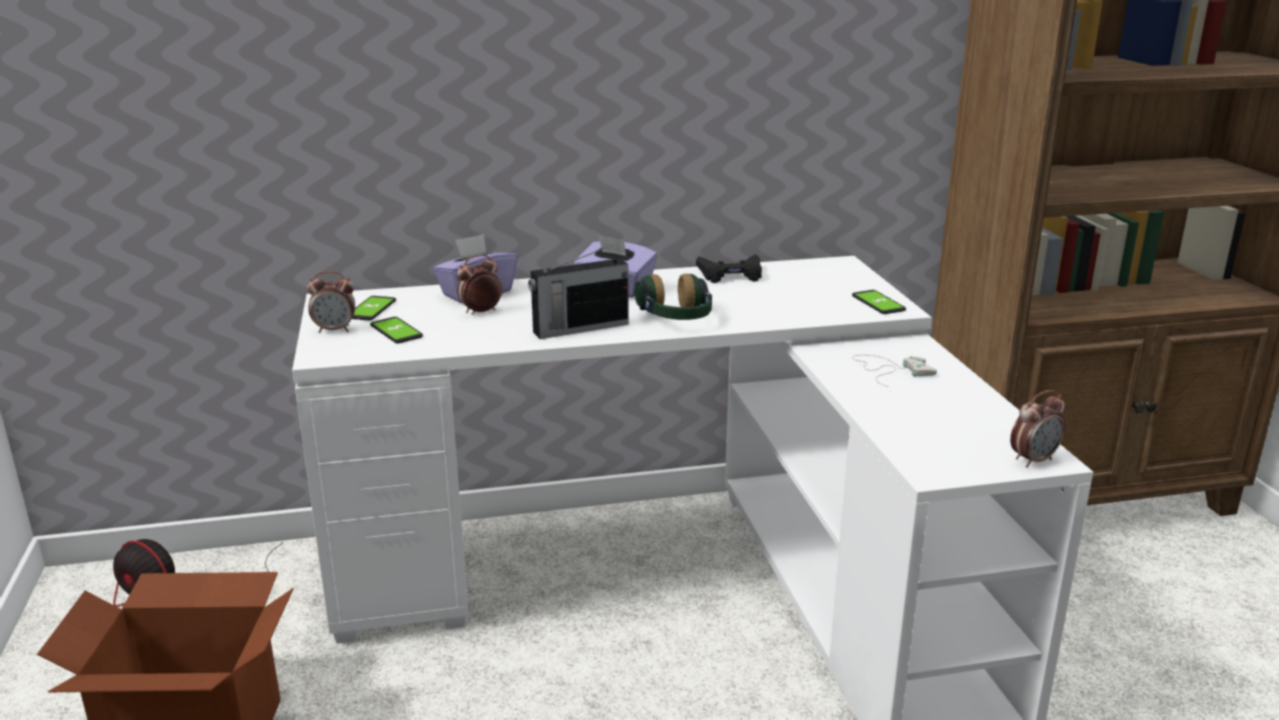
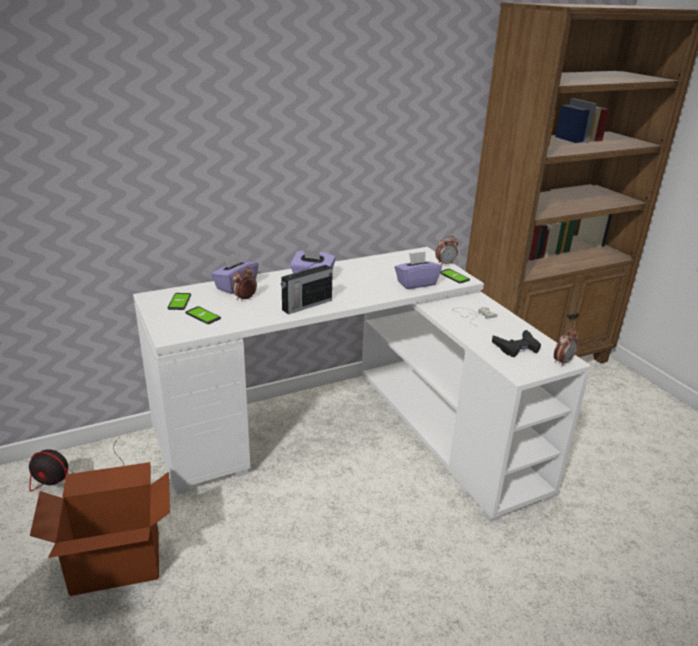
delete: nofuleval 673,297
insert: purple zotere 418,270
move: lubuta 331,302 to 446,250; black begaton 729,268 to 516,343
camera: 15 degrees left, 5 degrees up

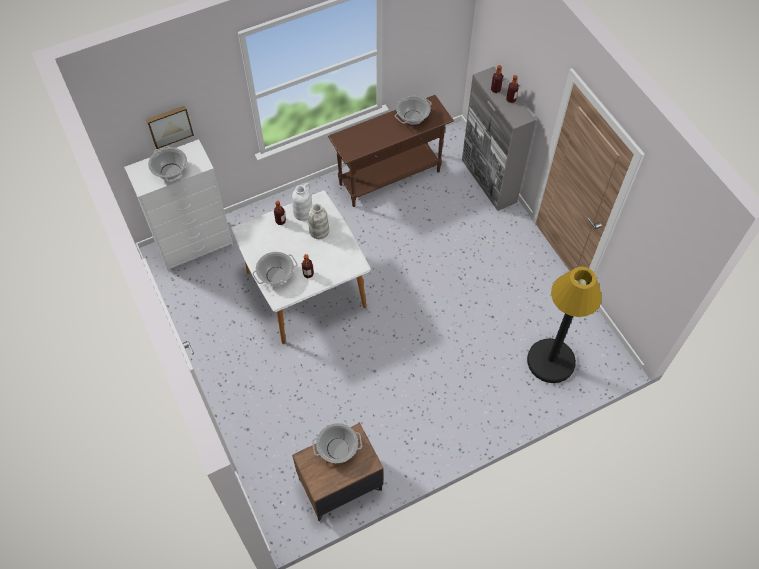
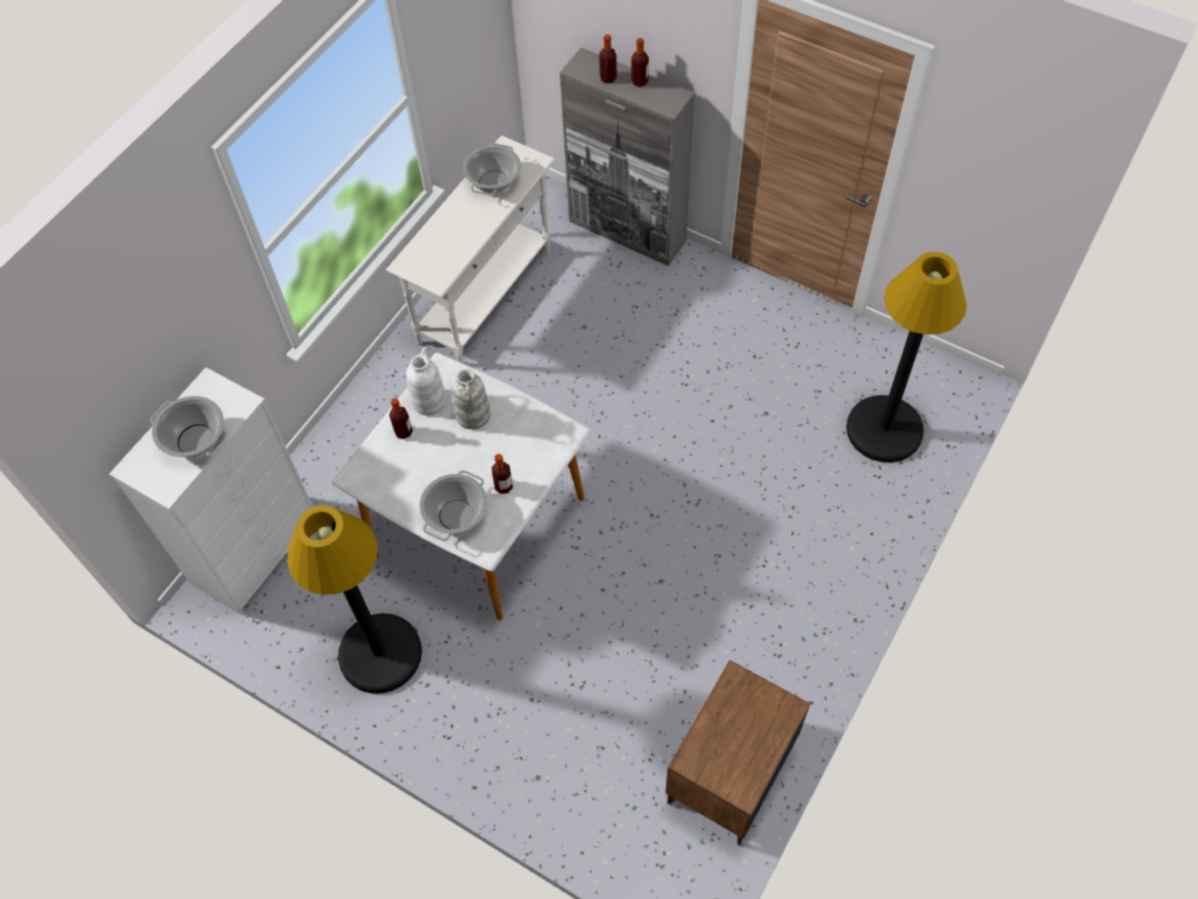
delete: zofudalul 170,127; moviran 337,443
insert: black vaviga 354,599
recolor: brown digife 391,151 to white digife 471,249
camera: 30 degrees left, 0 degrees up

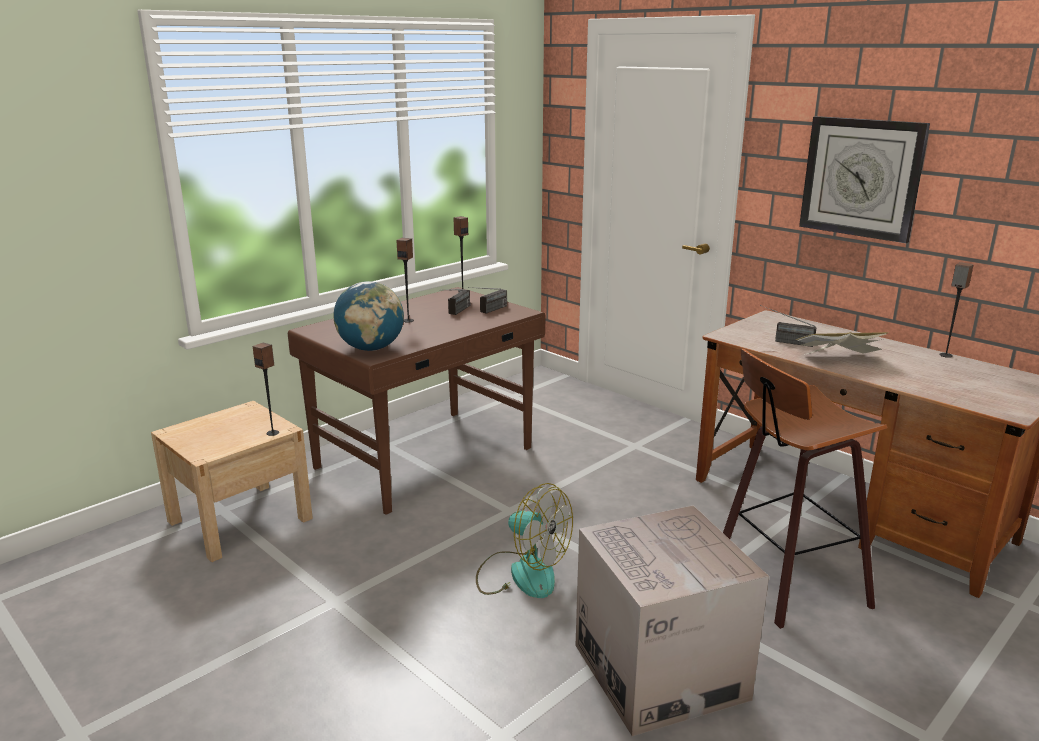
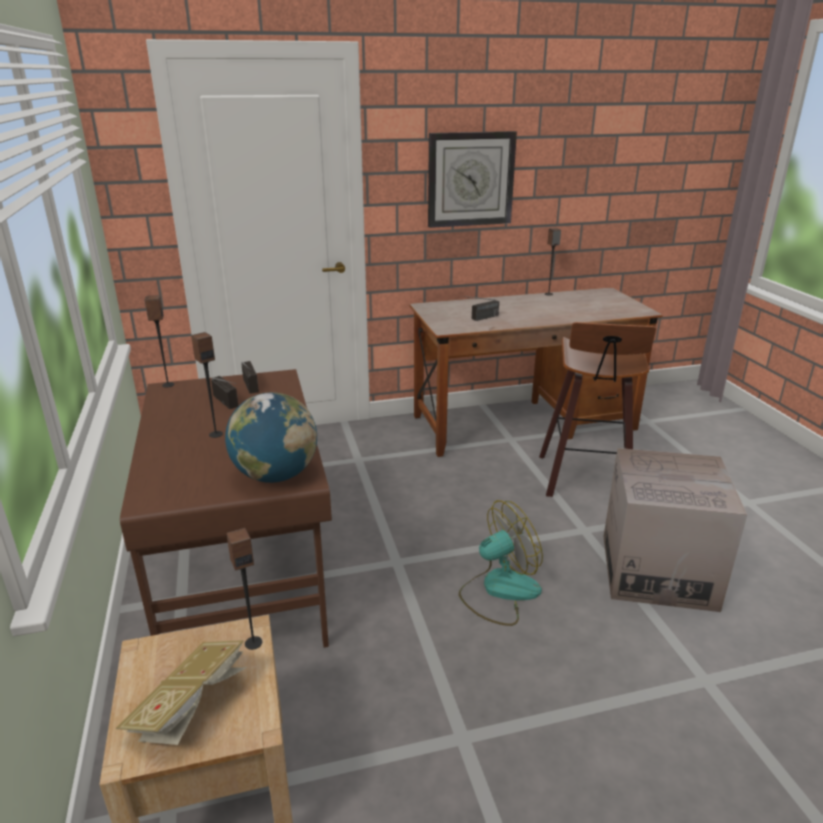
move: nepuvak 841,343 to 181,692
camera: 60 degrees left, 5 degrees up

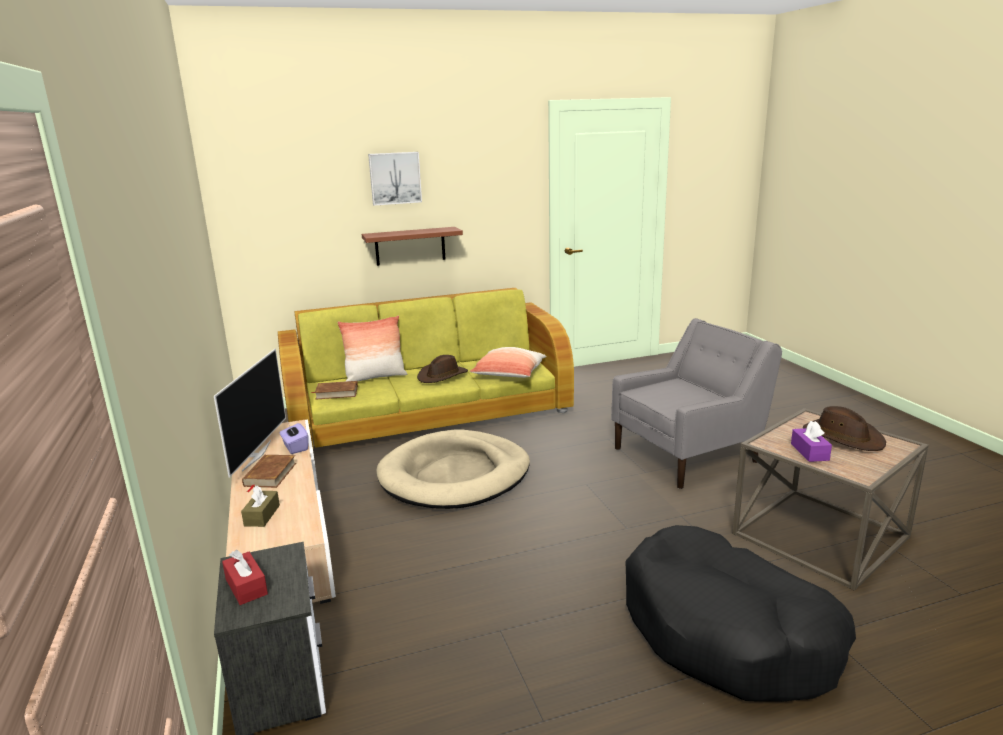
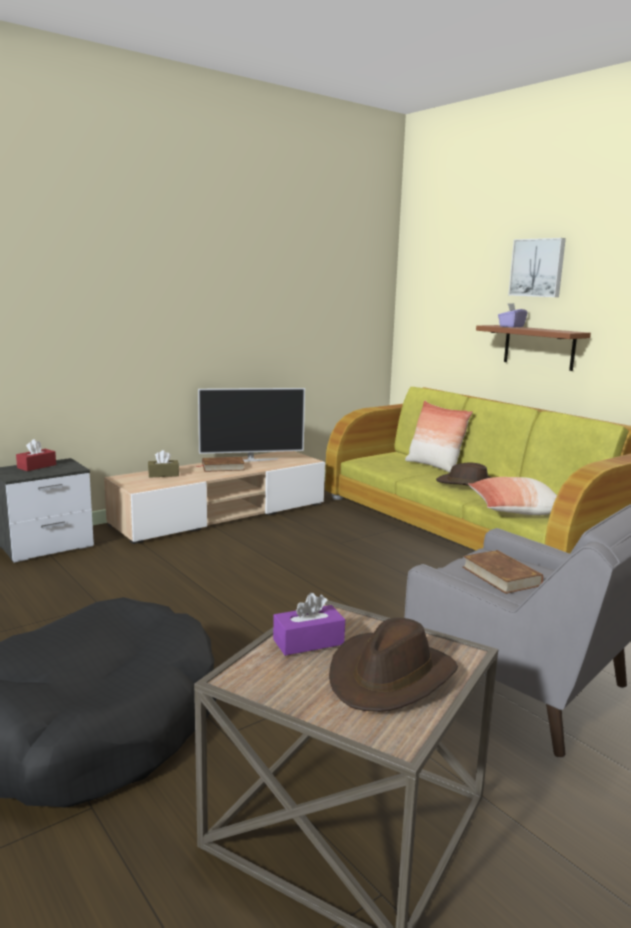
delete: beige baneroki 453,469
move: purple zotere 294,438 to 513,315; brown nepuvak 335,390 to 503,572
camera: 70 degrees right, 5 degrees down

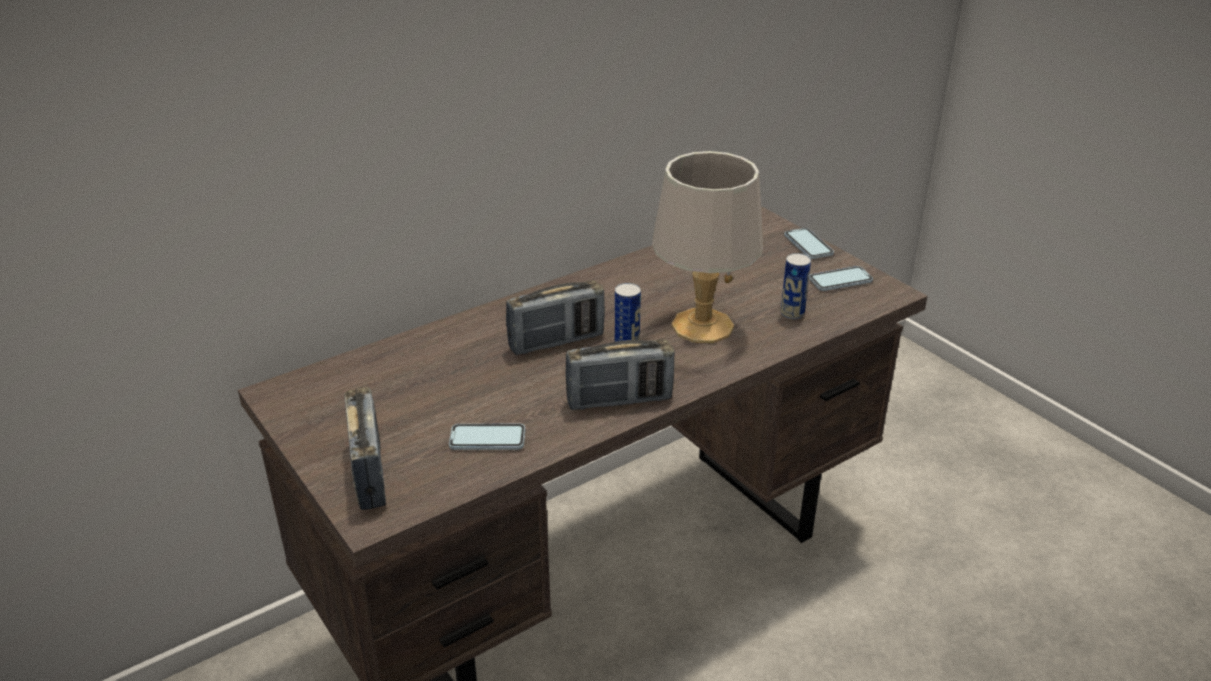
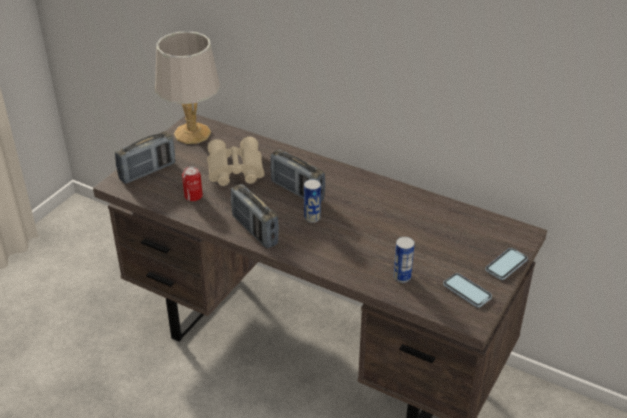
insert: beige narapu 235,161
move: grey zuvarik 707,247 to 187,87
replace: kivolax 487,437 to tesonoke 192,183
camera: 65 degrees right, 5 degrees up

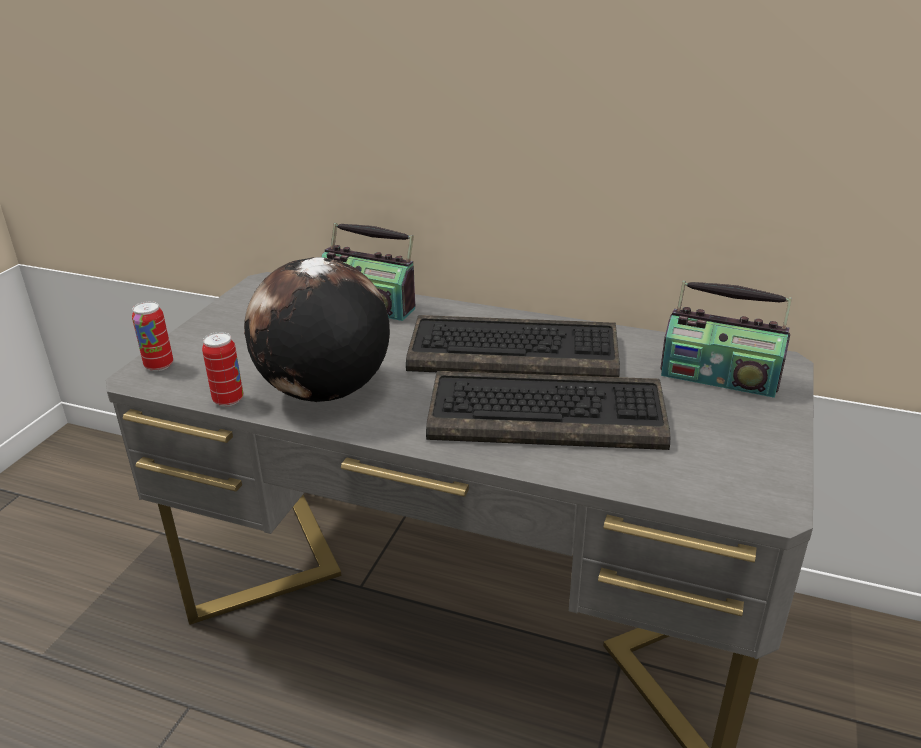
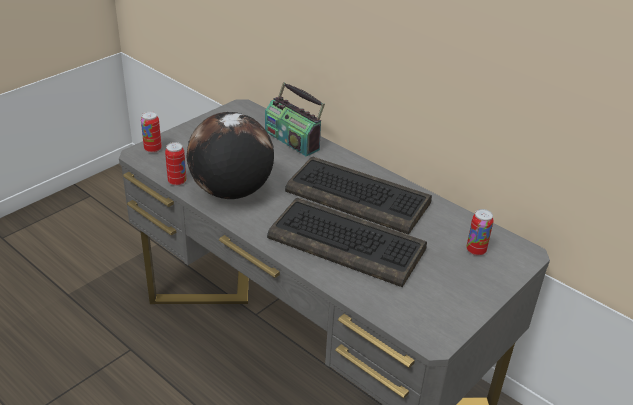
replace: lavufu 726,339 to tesonoke 480,232
camera: 20 degrees right, 5 degrees up

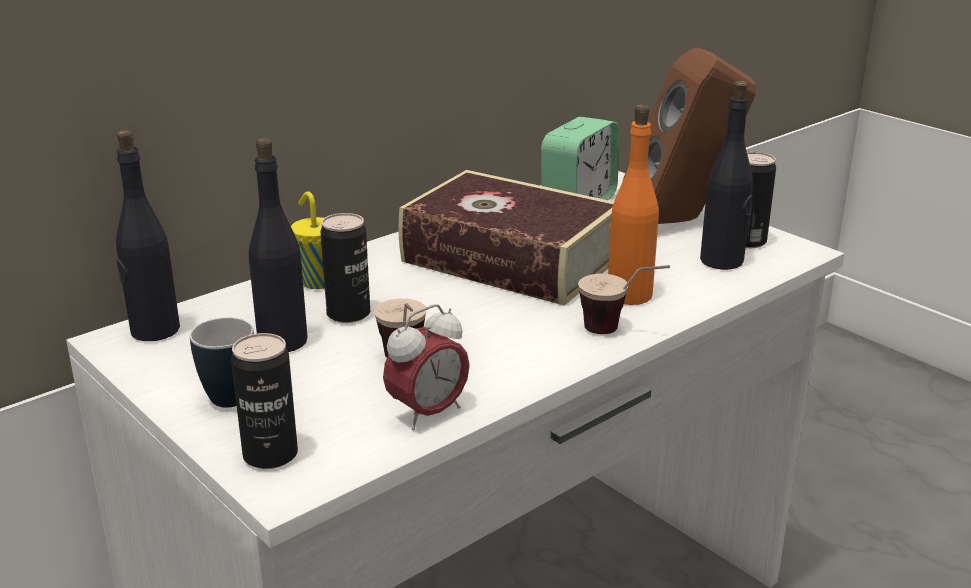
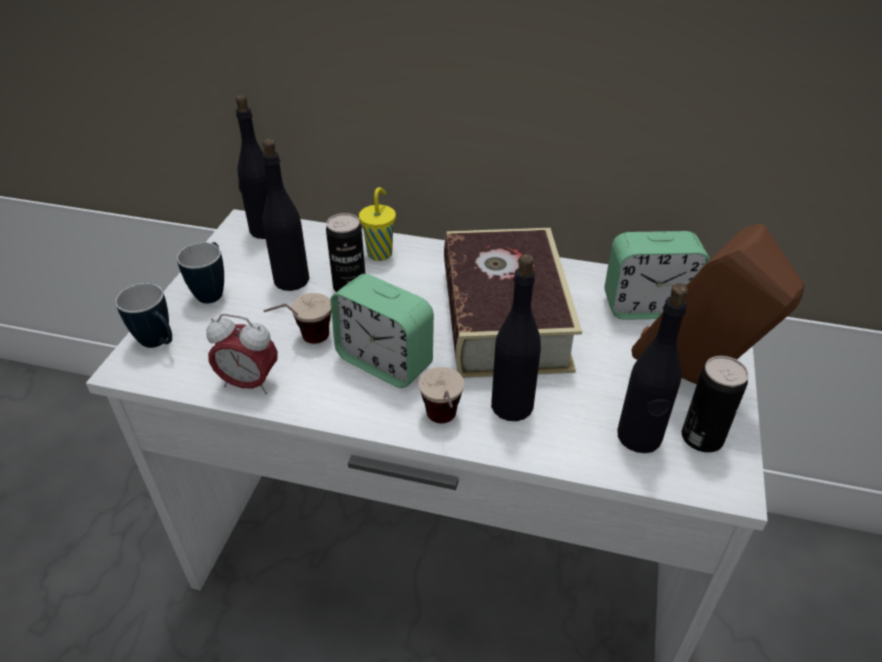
insert: lubuta 382,331
replace: tesonoke 264,401 to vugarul 143,315
recolor: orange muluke 633,205 to black muluke 516,337
camera: 55 degrees right, 15 degrees up

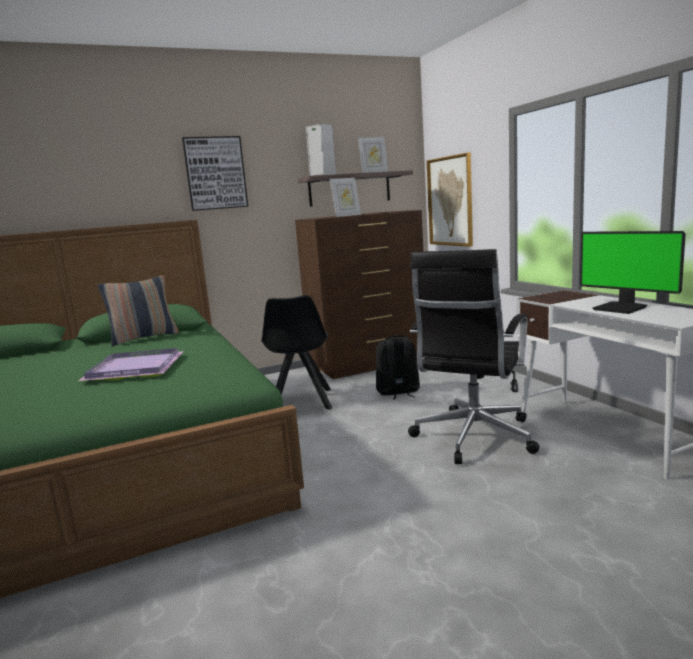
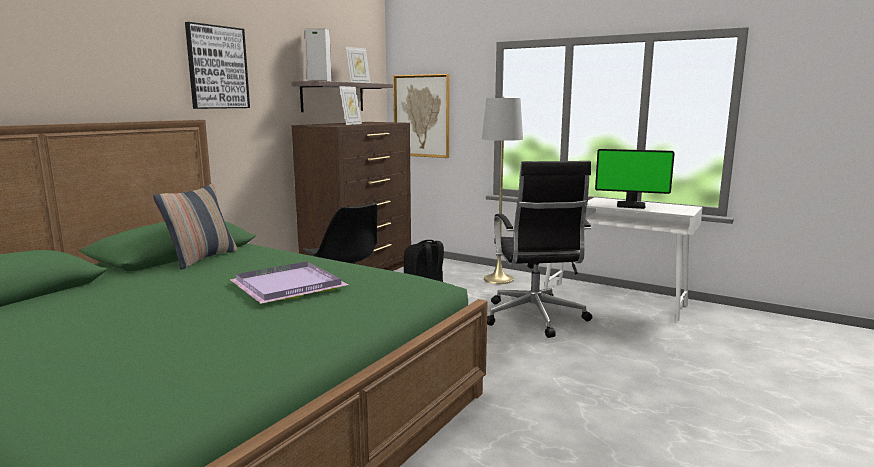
insert: grey vaviga 502,190
camera: 35 degrees left, 0 degrees up

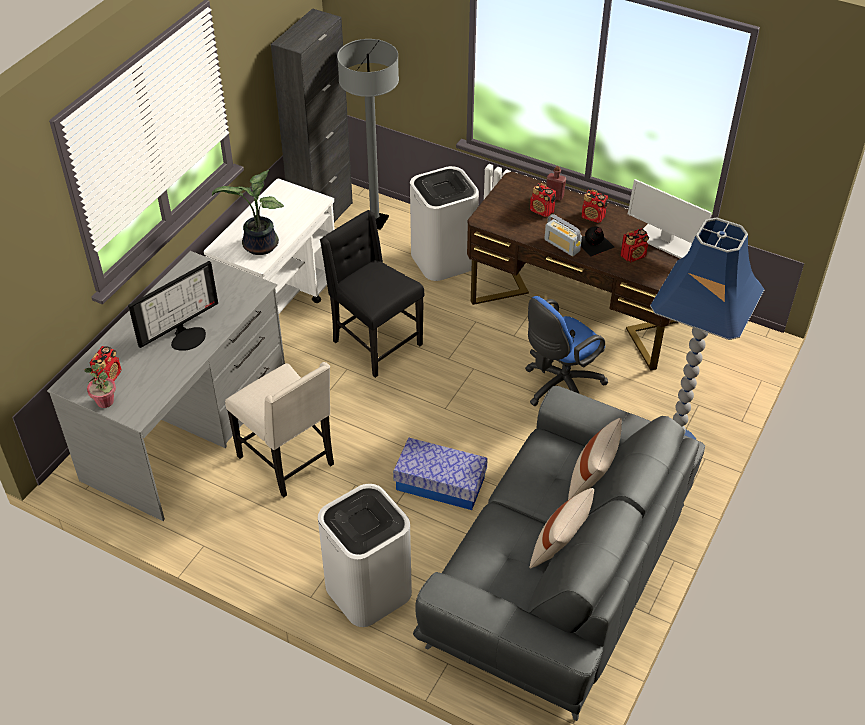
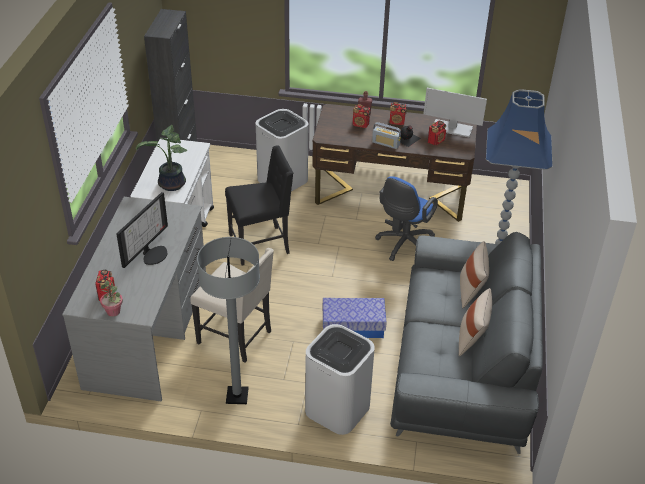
move: grey vaviga 368,134 to 228,320
rotate: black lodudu 372,294 = 259,205 135 degrees clockwise
camera: 20 degrees left, 5 degrees down

